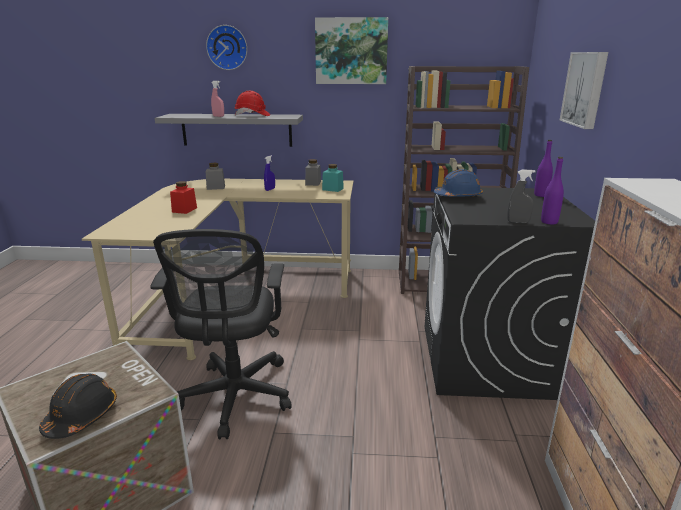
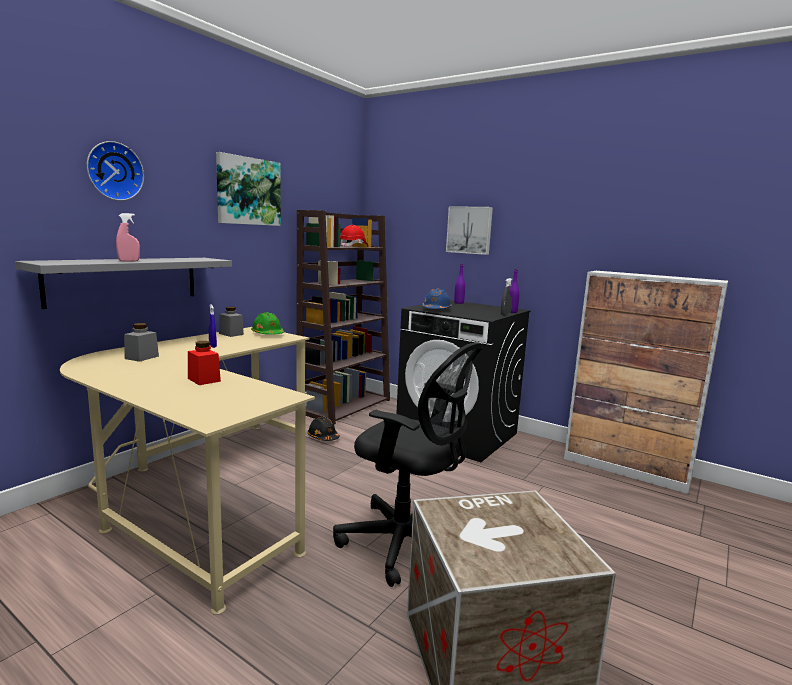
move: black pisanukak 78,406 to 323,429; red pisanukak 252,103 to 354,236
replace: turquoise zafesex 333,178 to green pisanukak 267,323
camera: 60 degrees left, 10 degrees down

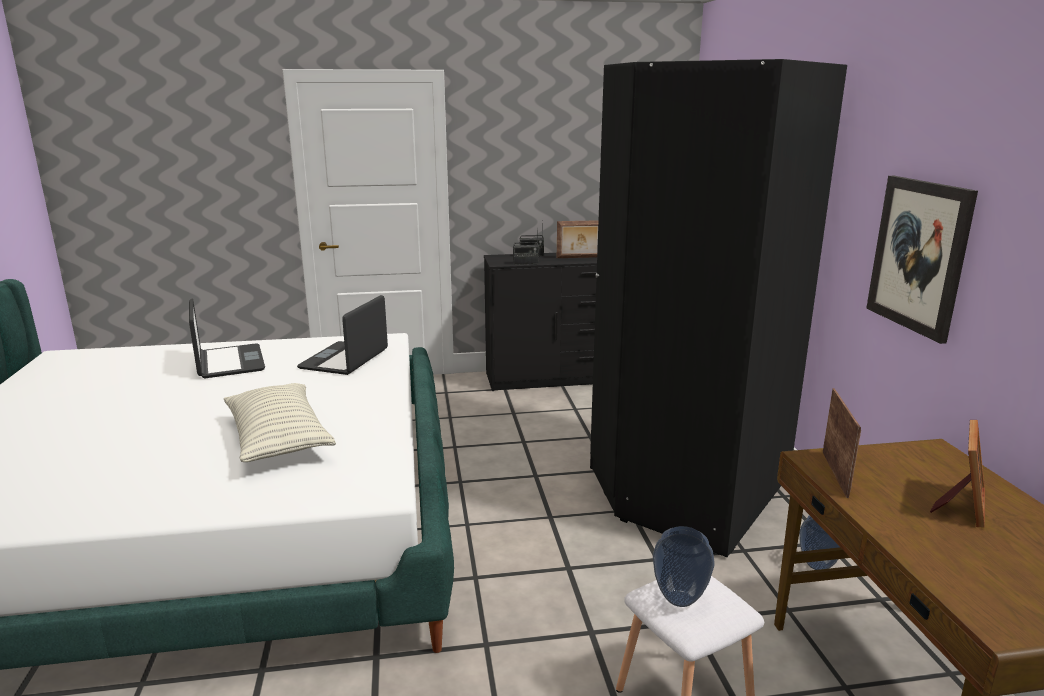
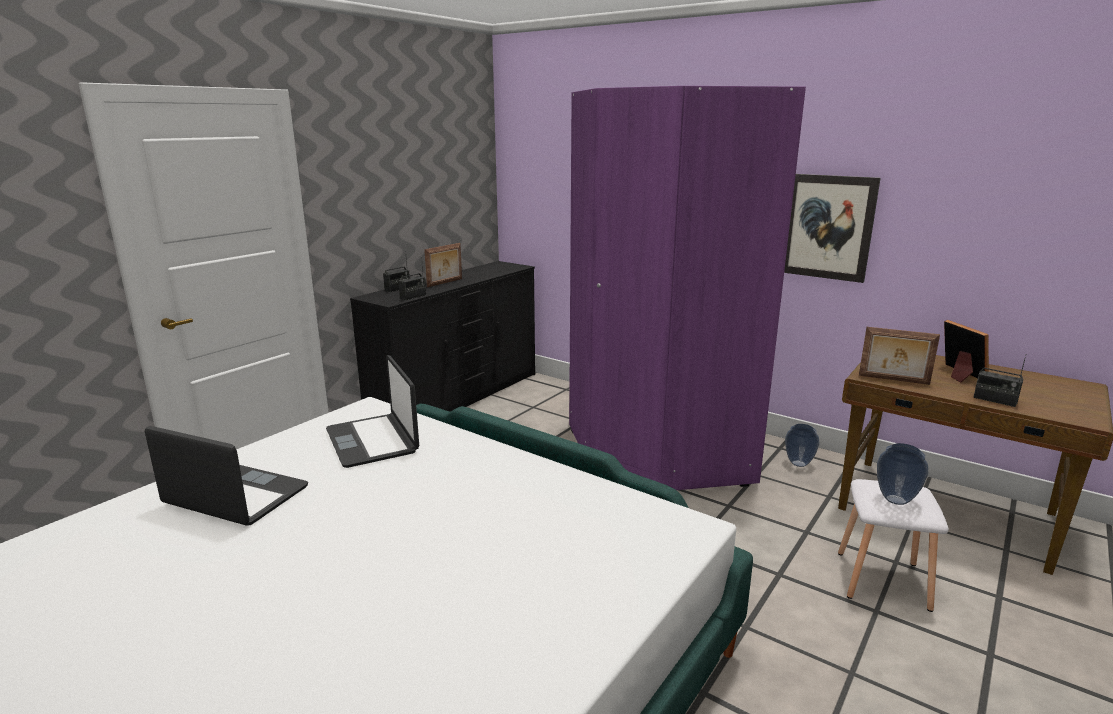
delete: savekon 280,422
insert: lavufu 999,381
recolor: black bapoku 718,308 to purple bapoku 687,288
rotate: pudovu 842,443 = 899,356 150 degrees clockwise
camera: 45 degrees left, 0 degrees up

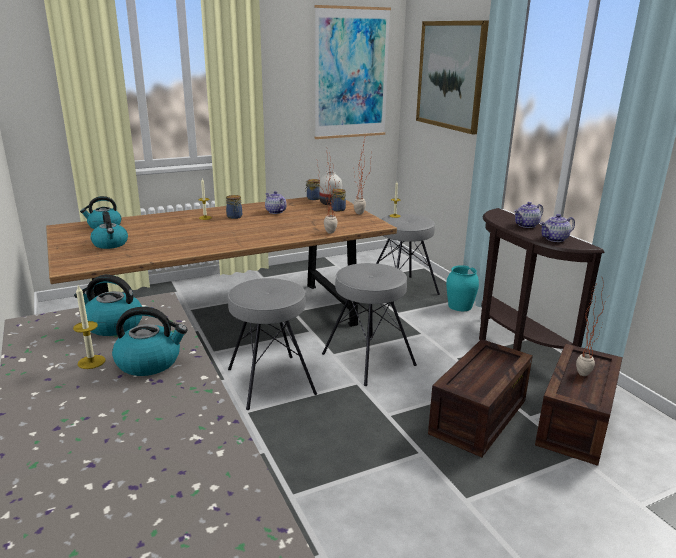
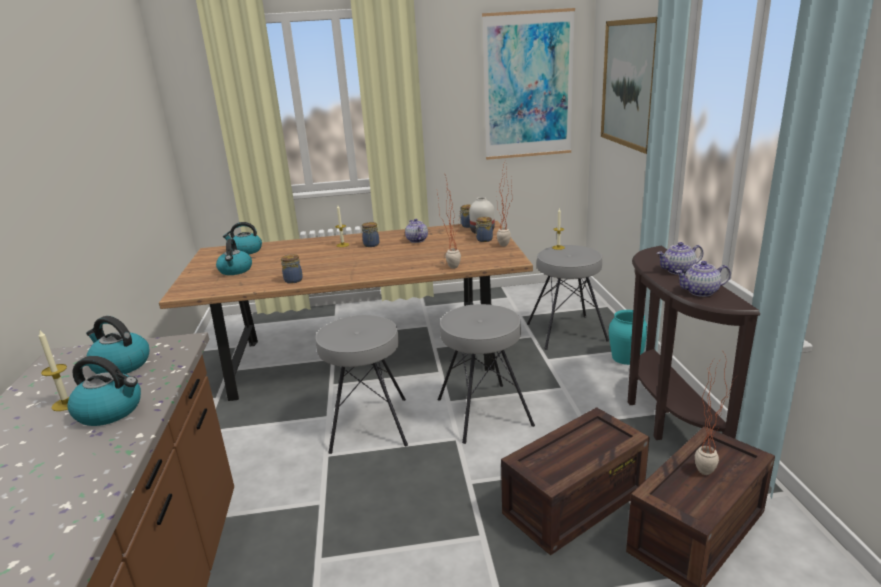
insert: zafesex 292,269
camera: 20 degrees right, 0 degrees up

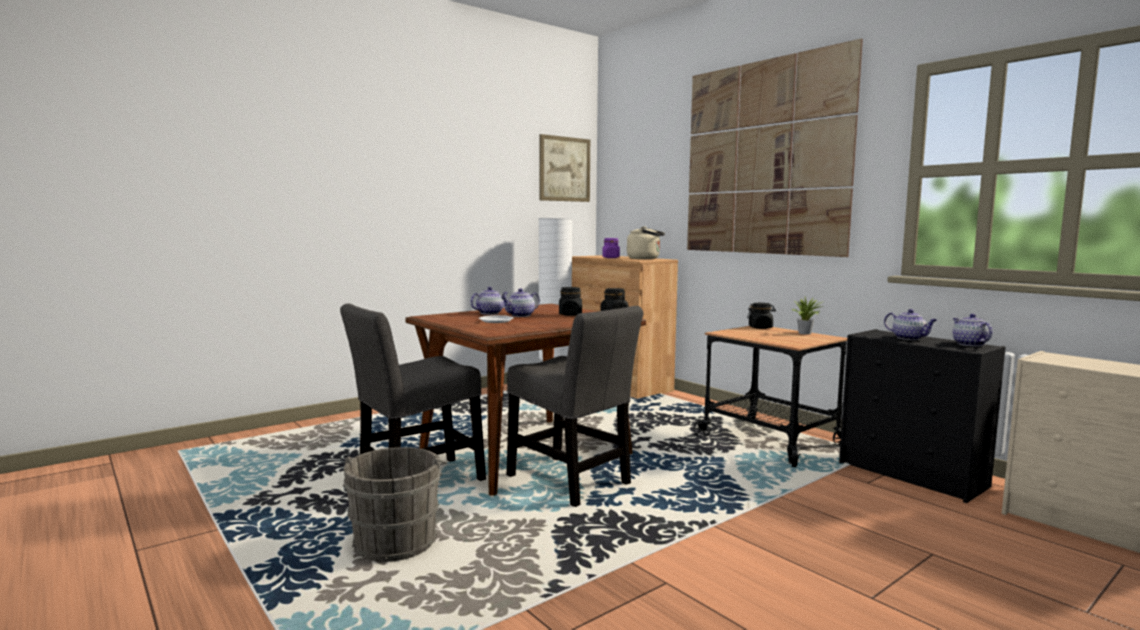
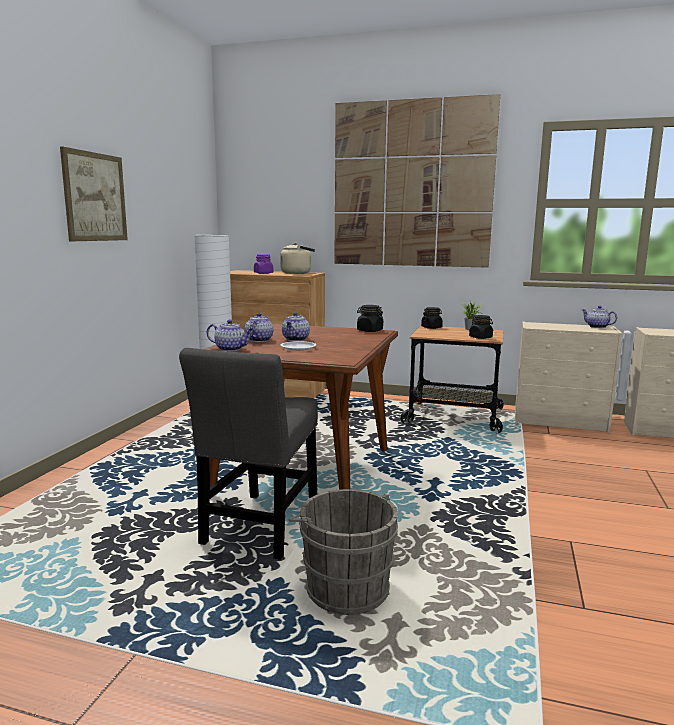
delete: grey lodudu 575,406
move: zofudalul 564,168 to 94,194; black zafesex 570,301 to 481,327; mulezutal 910,324 to 230,335
recolor: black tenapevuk 922,416 to beige tenapevuk 568,377
camera: 35 degrees left, 5 degrees up

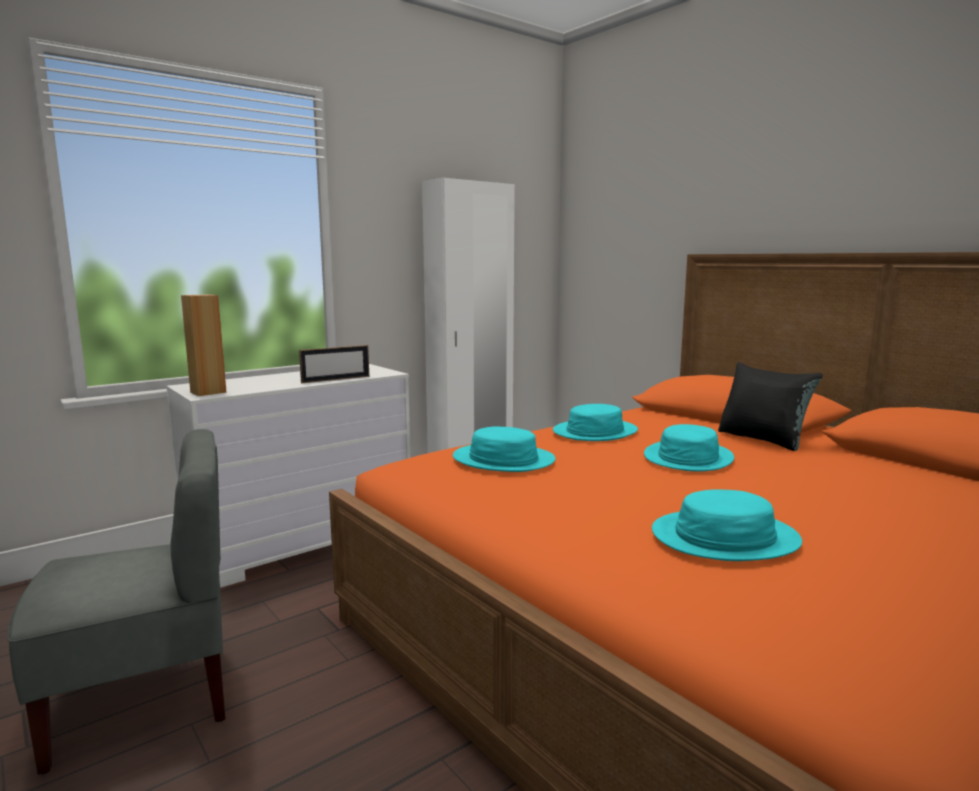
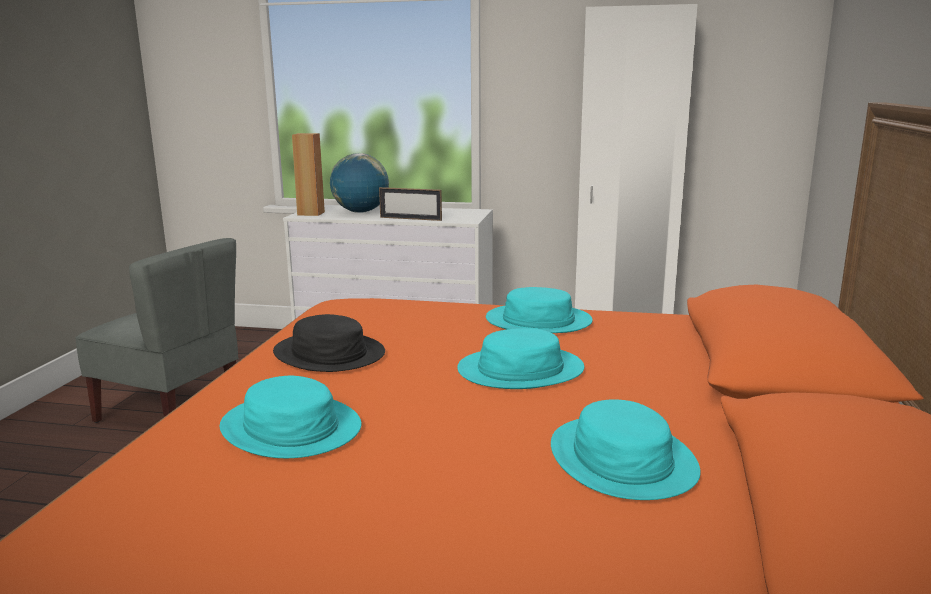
delete: black savekon 770,406
insert: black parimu 329,343; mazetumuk 359,183
move: turquoise parimu 504,449 to 626,449
camera: 50 degrees right, 5 degrees up

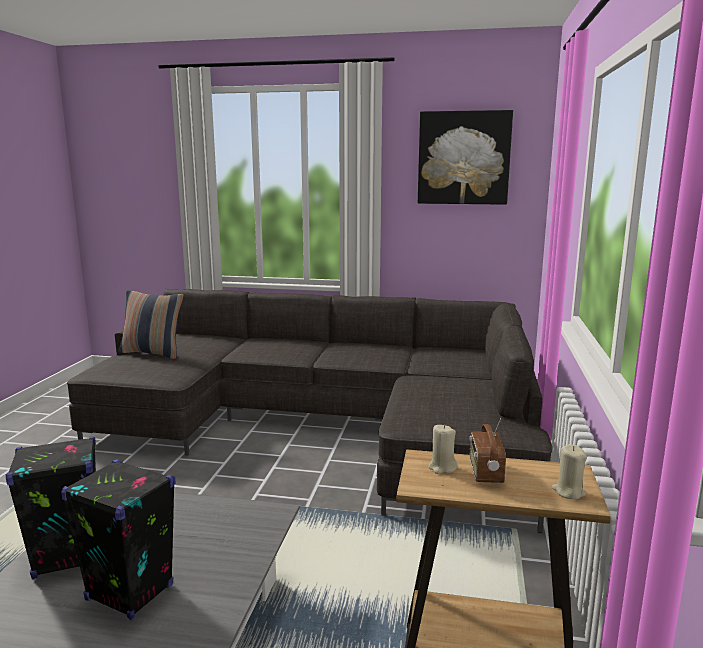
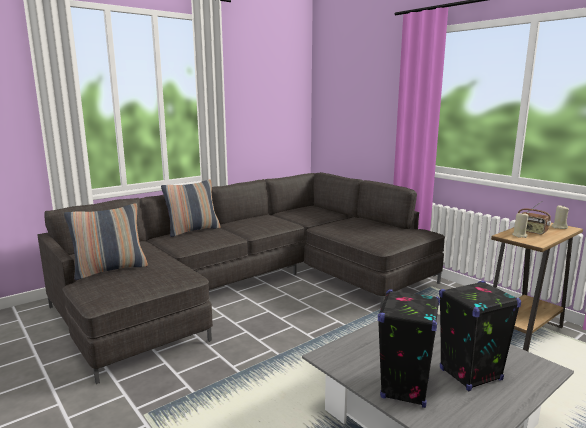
delete: zofudalul 465,157
insert: savekon 191,208
camera: 50 degrees left, 0 degrees up

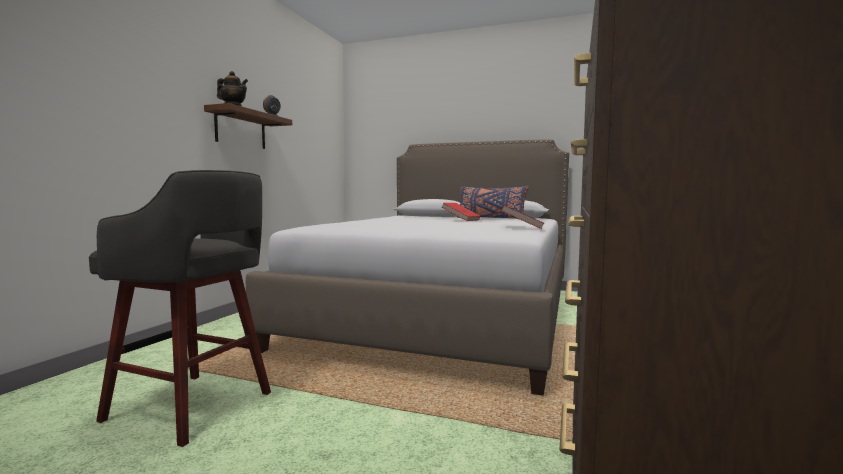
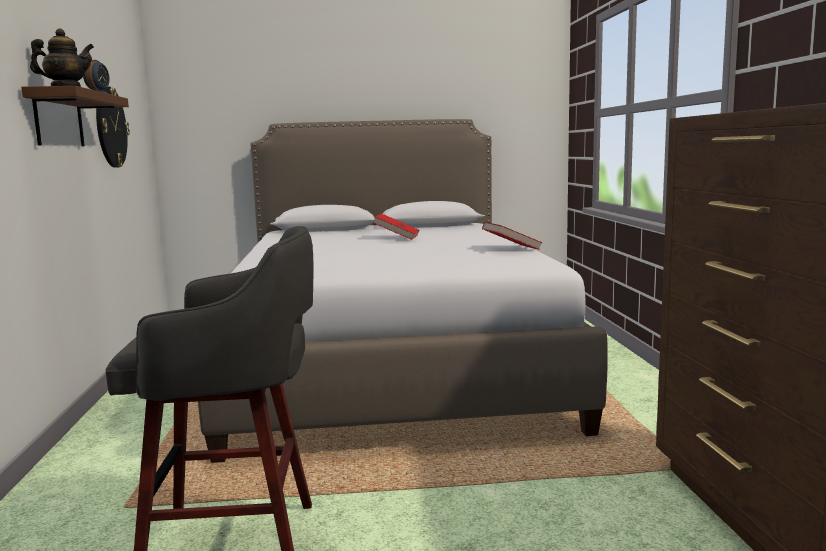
delete: blue savekon 493,203
insert: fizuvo 113,127
camera: 25 degrees left, 5 degrees up

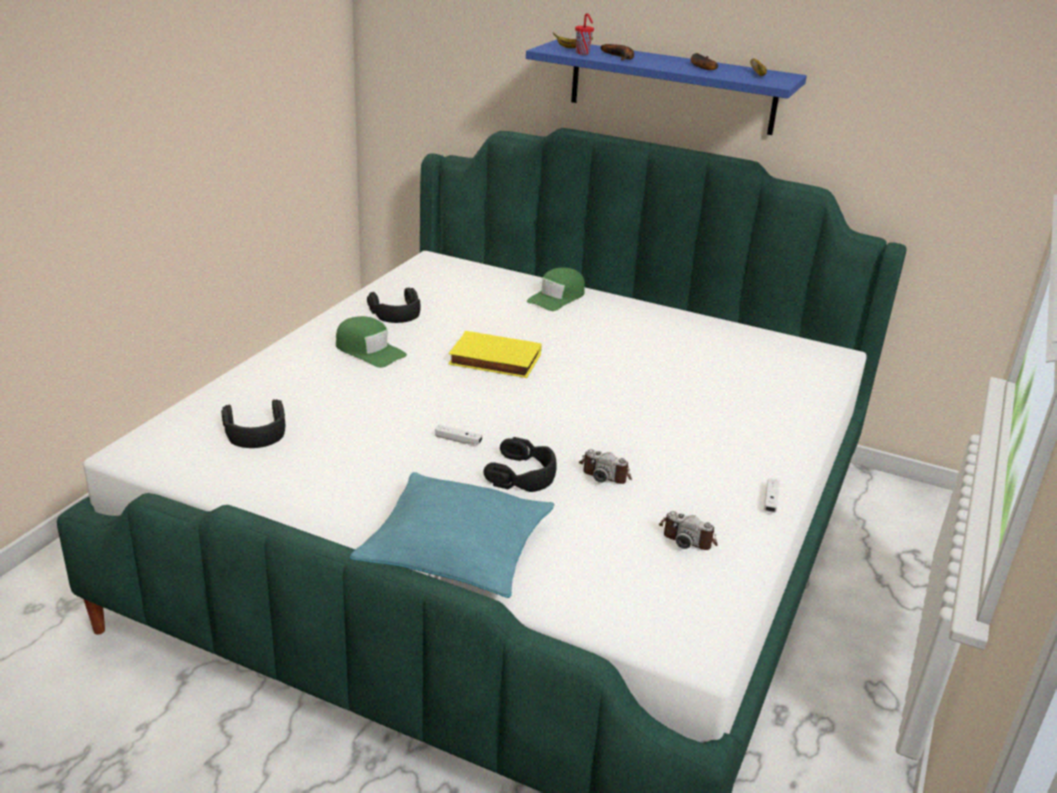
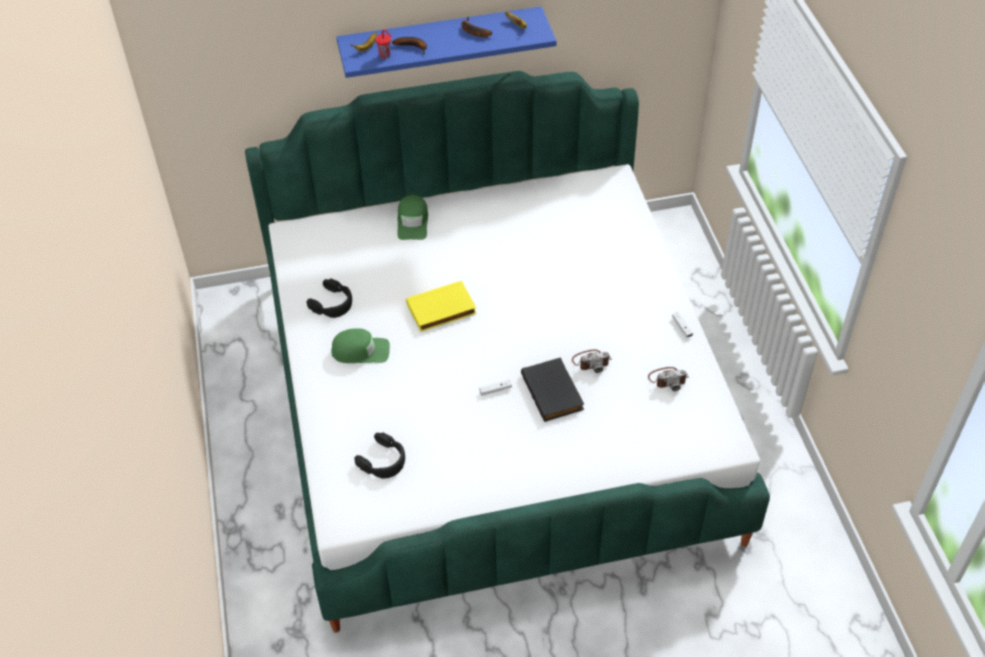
delete: turquoise savekon 452,535
replace: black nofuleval 520,464 to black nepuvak 552,389
camera: 35 degrees left, 20 degrees up

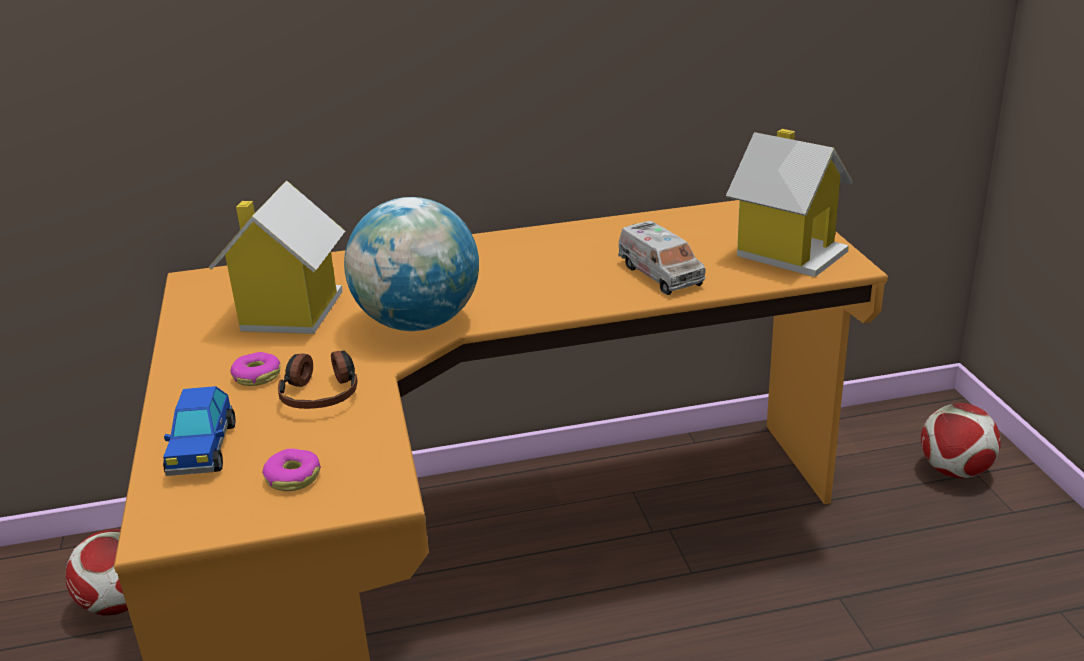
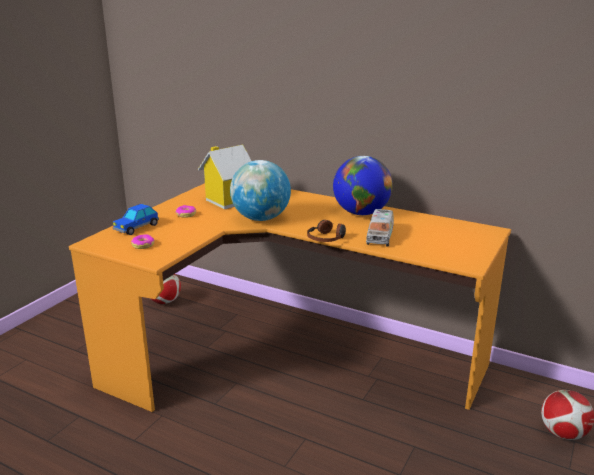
delete: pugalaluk 789,203
insert: mazetumuk 363,185
move: nofuleval 317,379 to 326,231
camera: 40 degrees right, 5 degrees down

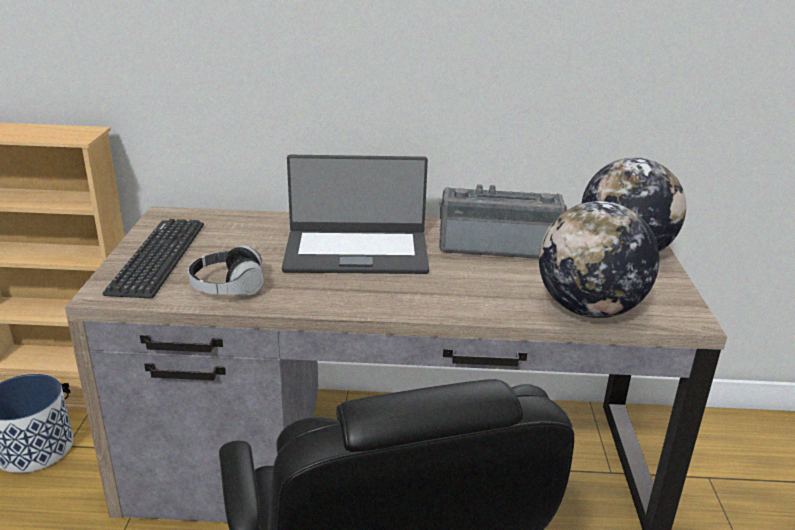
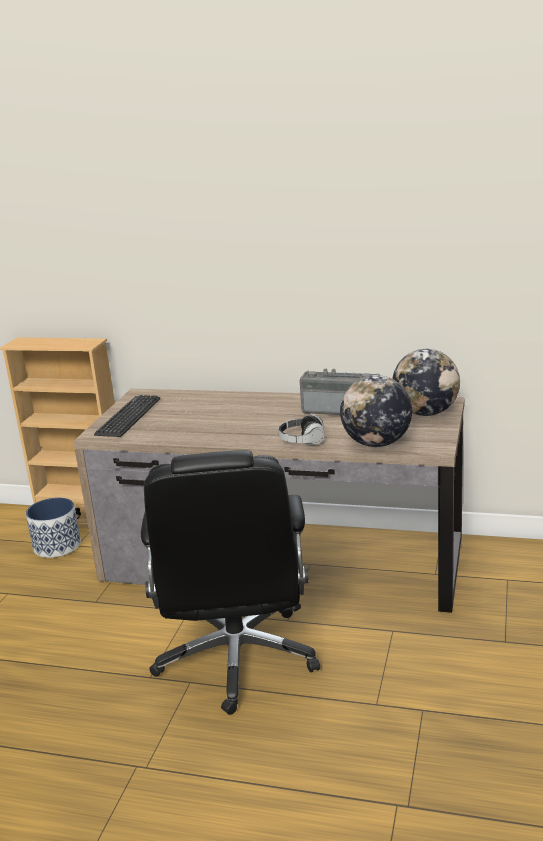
delete: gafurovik 355,214
move: nofuleval 226,271 to 301,429
camera: 15 degrees right, 5 degrees down

